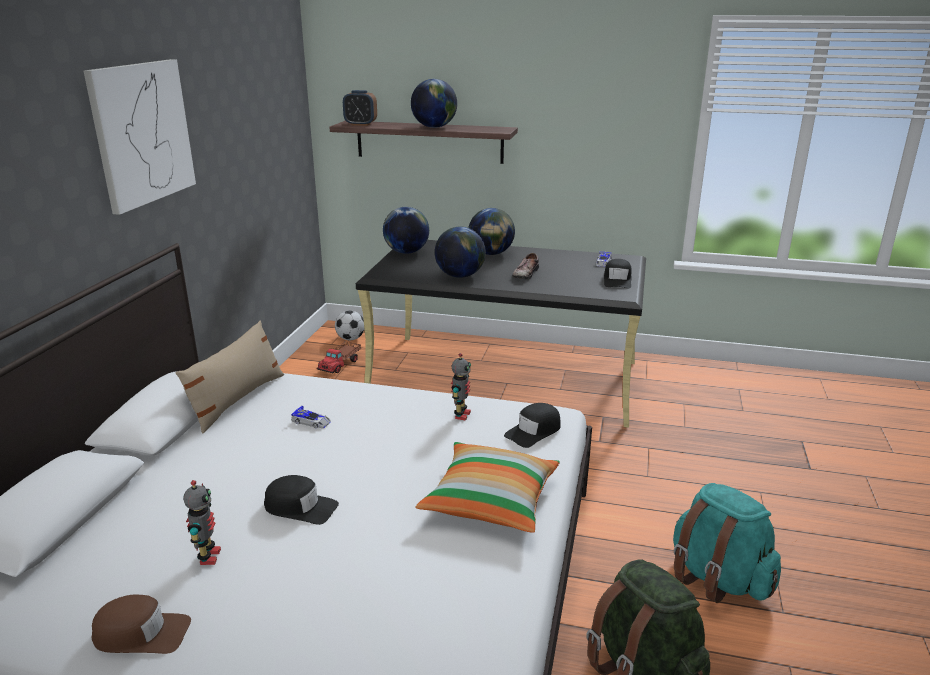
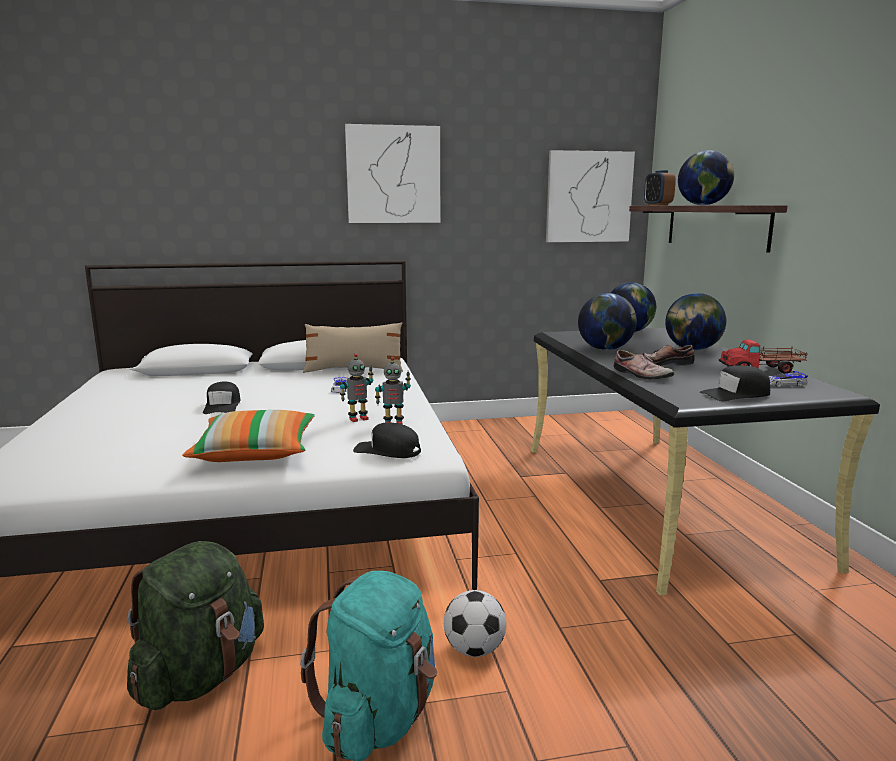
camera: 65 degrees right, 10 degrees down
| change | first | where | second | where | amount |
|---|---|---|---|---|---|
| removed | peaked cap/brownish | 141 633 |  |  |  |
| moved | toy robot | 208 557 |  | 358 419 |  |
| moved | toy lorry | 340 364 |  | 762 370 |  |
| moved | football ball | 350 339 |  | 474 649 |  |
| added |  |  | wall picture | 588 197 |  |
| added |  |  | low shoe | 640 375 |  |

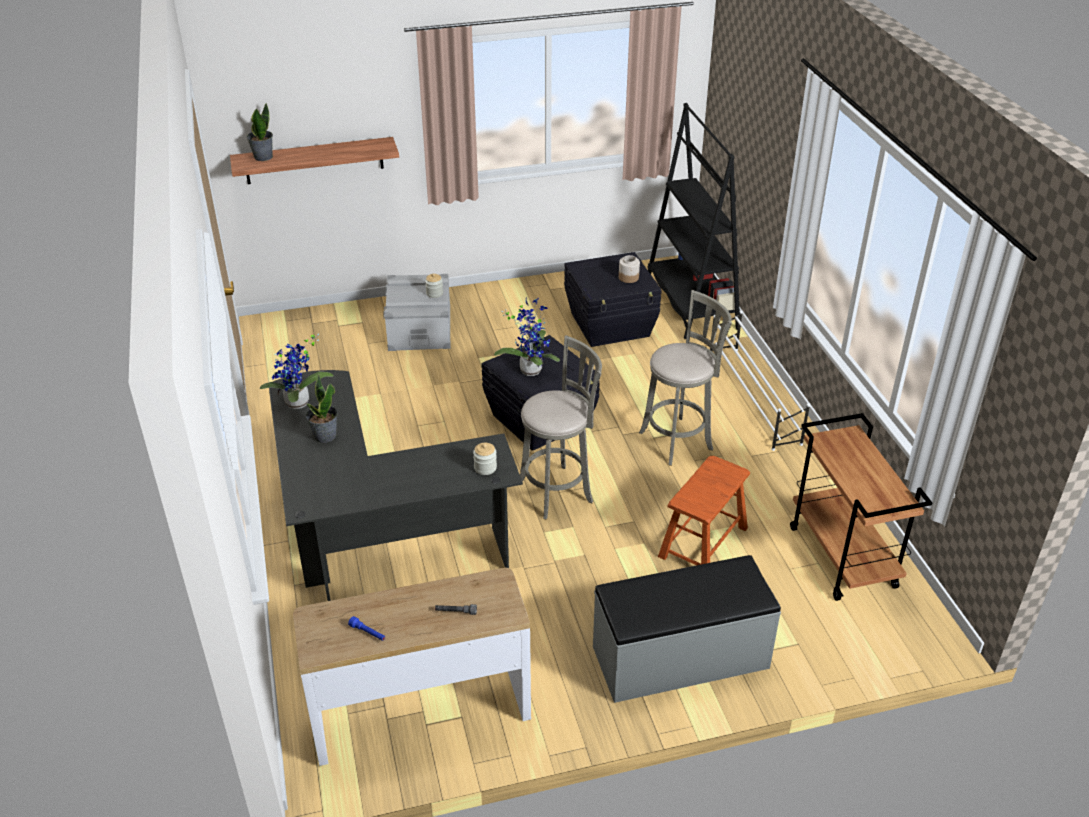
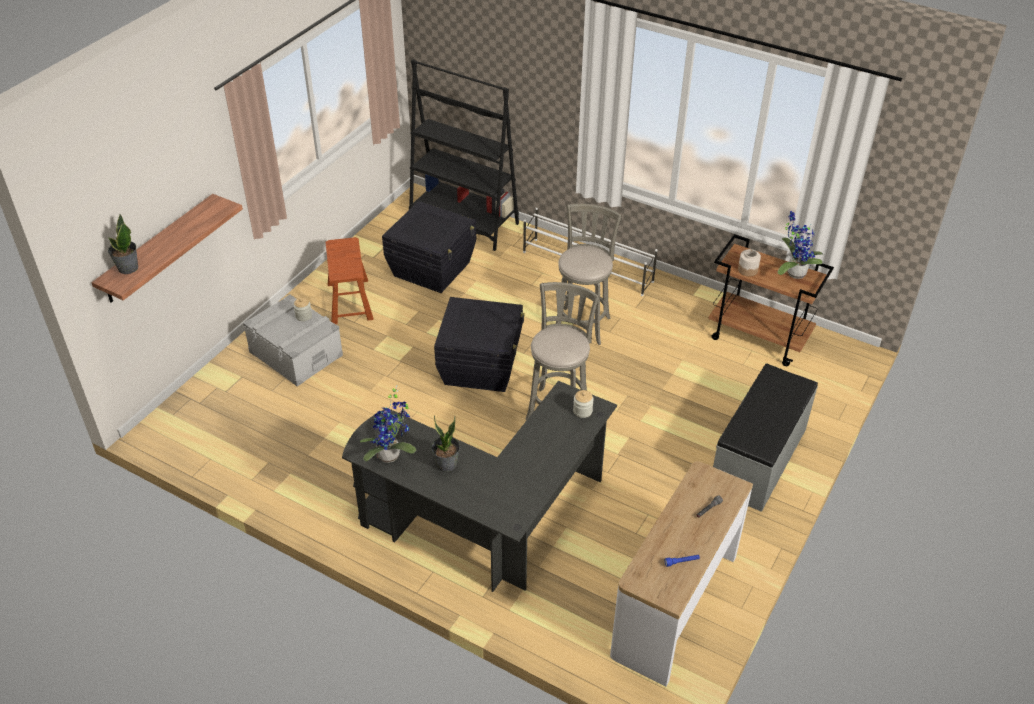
camera: 45 degrees left, 5 degrees up
| change | first | where | second | where | amount |
|---|---|---|---|---|---|
| moved | plant in a pot | 530 368 |  | 794 272 |  |
| moved | jar | 628 277 |  | 747 270 |  |
| moved | stool seat/brownish | 703 542 |  | 350 301 |  |

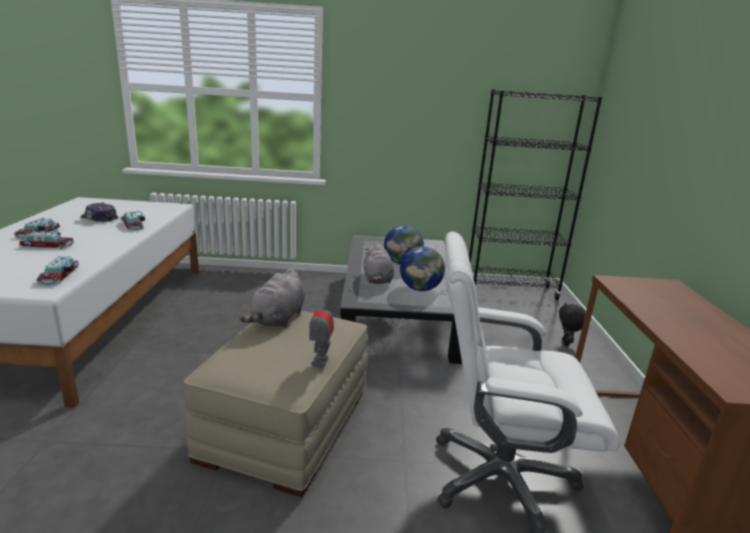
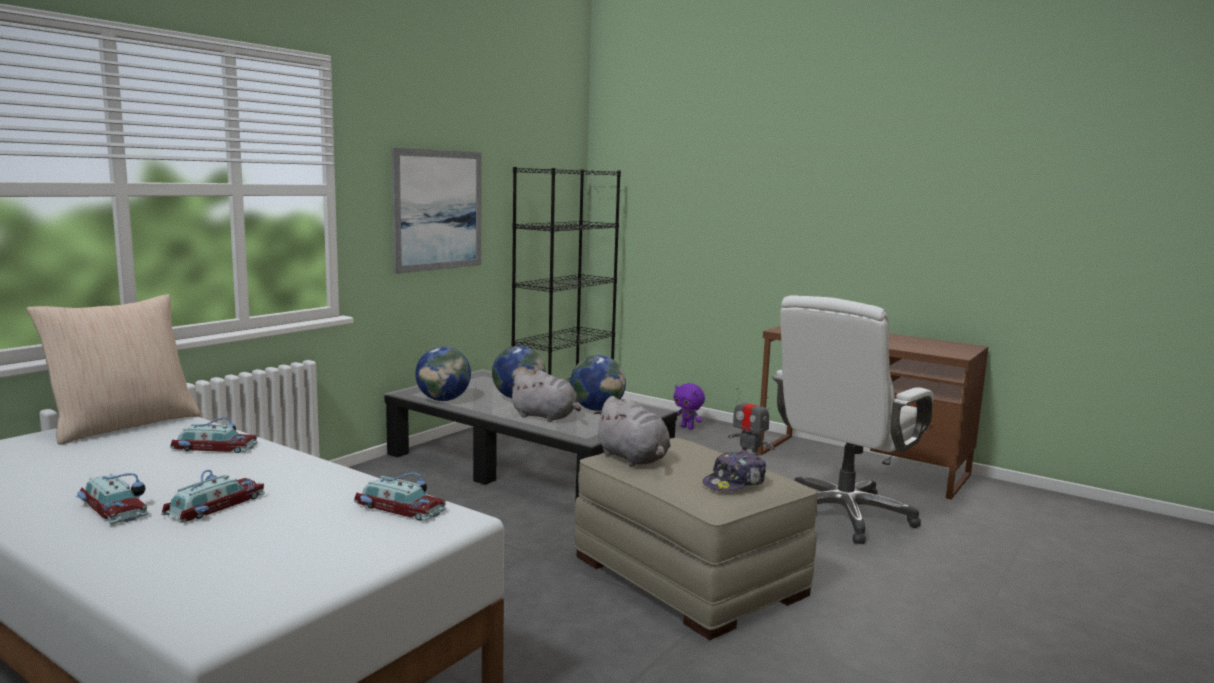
camera: 55 degrees left, 10 degrees down
| change | first | where | second | where | amount |
|---|---|---|---|---|---|
| moved | peaked cap | 99 219 |  | 735 483 |  |
| recoloured | plush toy/black-coloured | 566 343 | plush toy/purplish | 687 428 |  |
| added |  |  | pillow/sand-coloured | 123 425 |  |
| added |  |  | wall picture | 438 210 |  |
| added |  |  | desk globe | 443 400 |  |

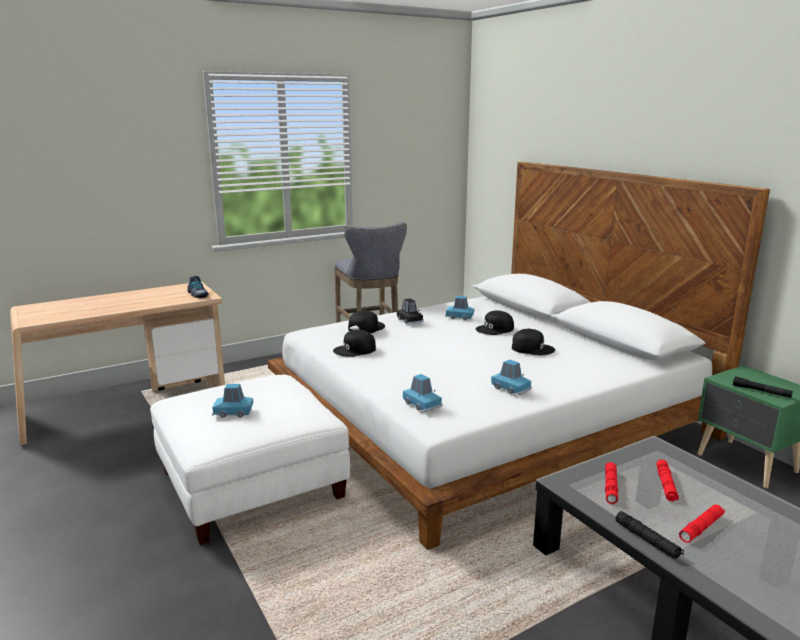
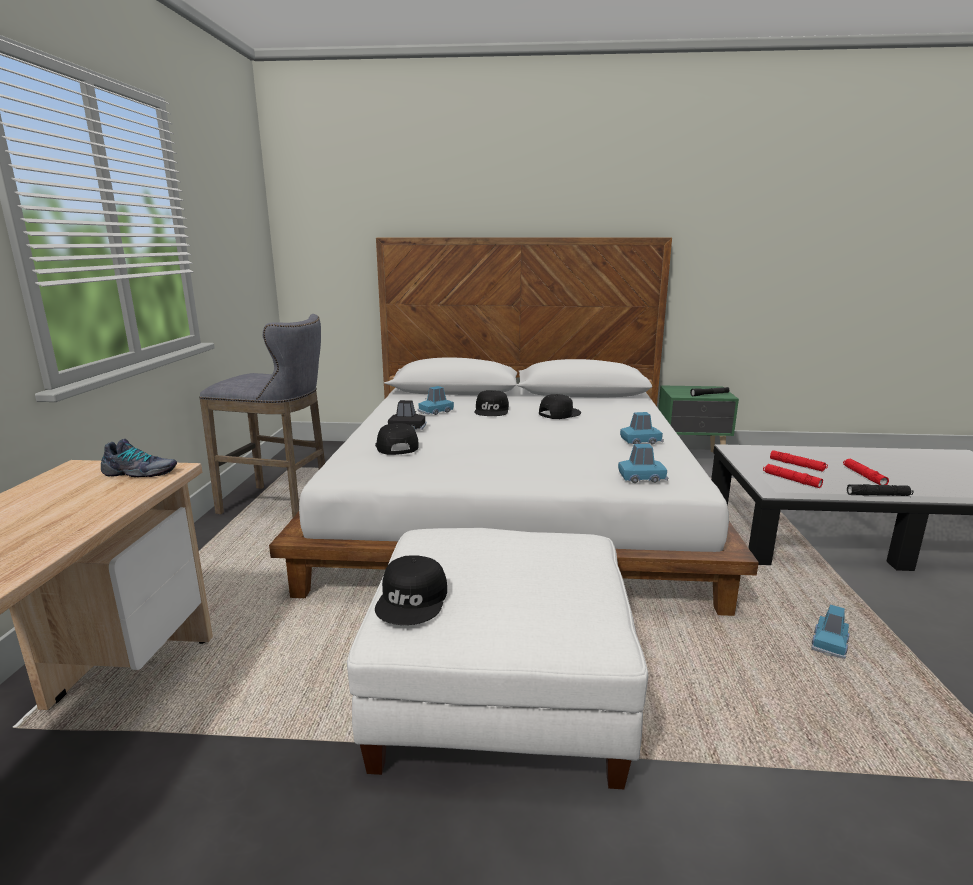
camera: 55 degrees left, 0 degrees up
| change | first | where | second | where | amount |
|---|---|---|---|---|---|
| moved | model car/blue | 233 412 |  | 829 643 |  |
| moved | peaked cap/black-coloured | 355 350 |  | 413 600 |  |

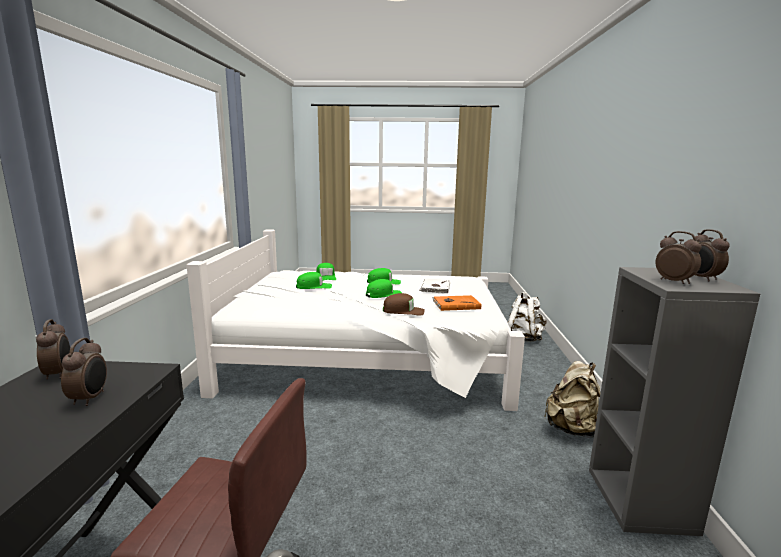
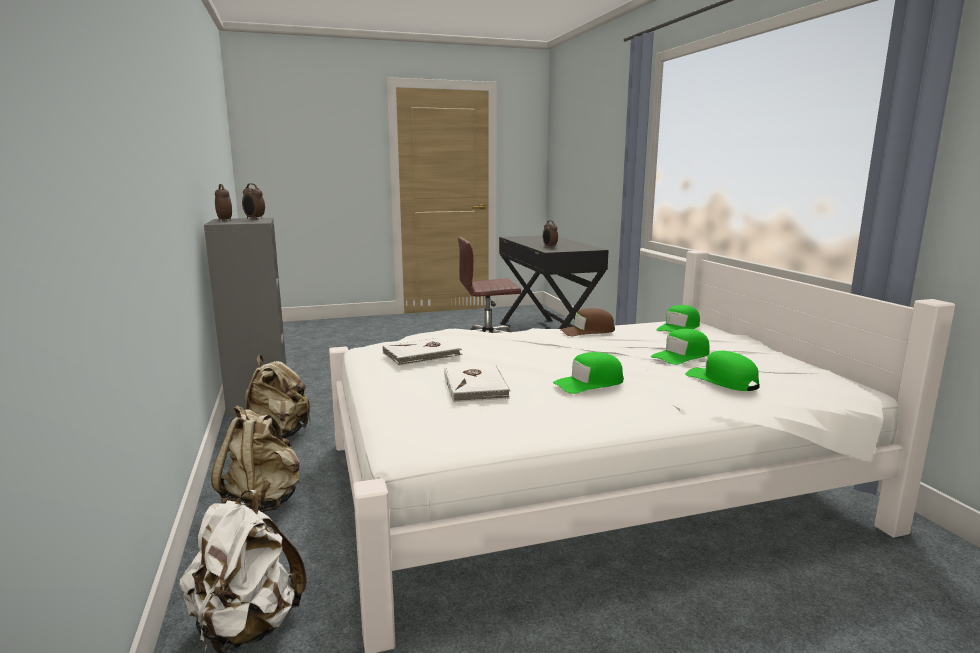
camera: 160 degrees right, 0 degrees up
| change | first | where | second | where | amount |
|---|---|---|---|---|---|
| removed | table clock | 59 374 |  |  |  |
| moved | peaked cap/greenish | 383 294 |  | 679 328 |  |
| moved | peaked cap/brownish | 403 311 |  | 587 331 |  |
| recoloured | volume/orangey | 455 305 | volume/white | 422 355 |  |
| added |  |  | knapsack/sand-coloured | 263 501 |  |

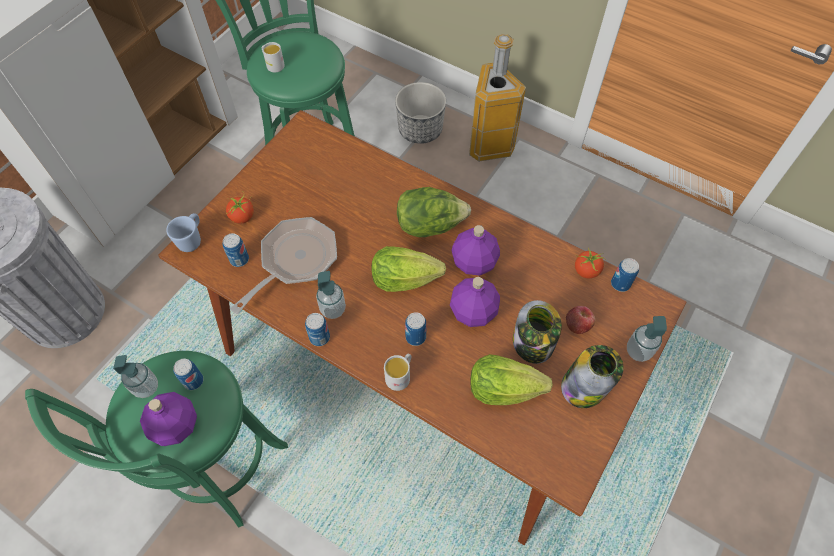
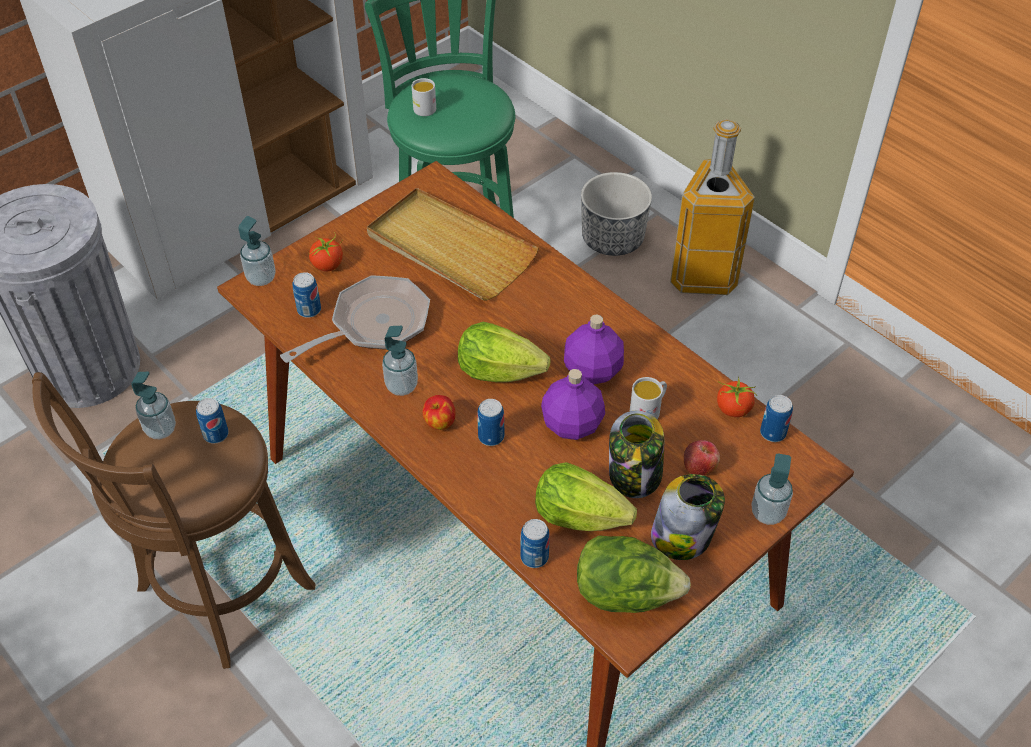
camera: 15 degrees right, 10 degrees down
| change | first | where | second | where | amount |
|---|---|---|---|---|---|
| recoloured | stool seat/greenish | 218 469 | stool seat/brownish | 219 594 |  |
| removed | bottle/purplish | 175 426 |  |  |  |
| replaced | tea mug/blue | 192 239 | soap dispenser | 261 278 |  |
| moved | can | 319 337 |  | 534 557 |  |
| moved | tea mug/white | 400 375 |  | 648 410 |  |
| moved | lettuce head | 430 225 |  | 626 594 |  |
| added |  |  | carrying tray/sand-coloured | 450 248 |  |
| added |  |  | apple fruit | 439 423 |  |

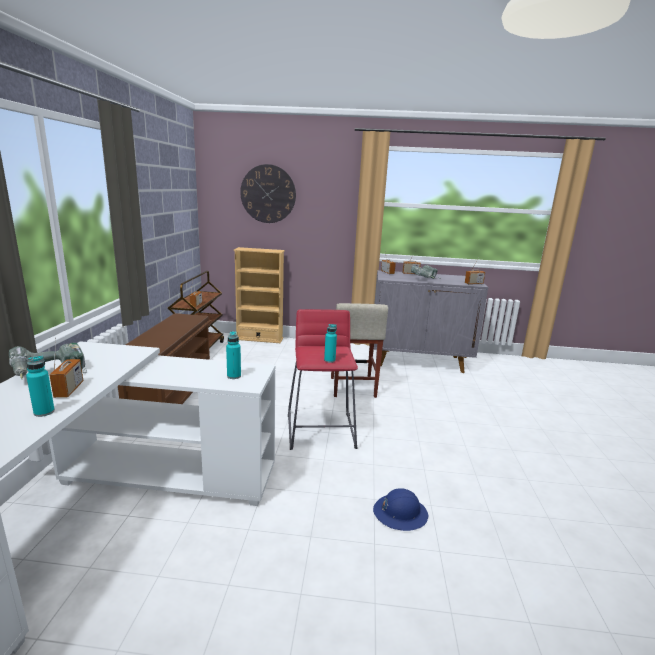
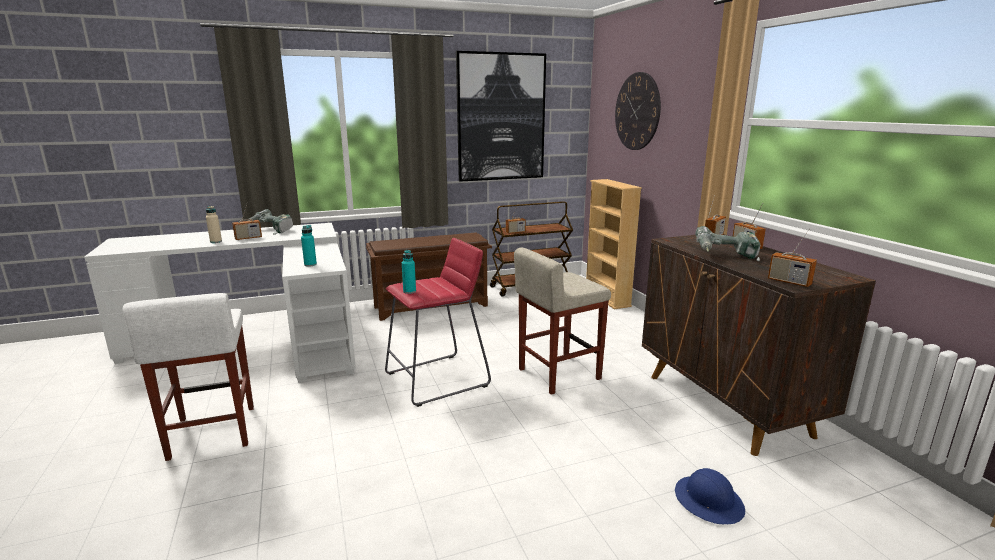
camera: 65 degrees right, 0 degrees up
| change | first | where | second | where | amount |
|---|---|---|---|---|---|
| recoloured | bottle/blue-green | 44 412 | bottle/sand-coloured | 216 242 |  |
| moved | safety helmet/blue | 400 513 |  | 708 501 |  |
| recoloured | cabinet/grey | 419 361 | cabinet/brownish | 727 405 |  |
| added |  |  | stool seat/white | 212 433 |  |
| added |  |  | wall picture | 501 117 |  |

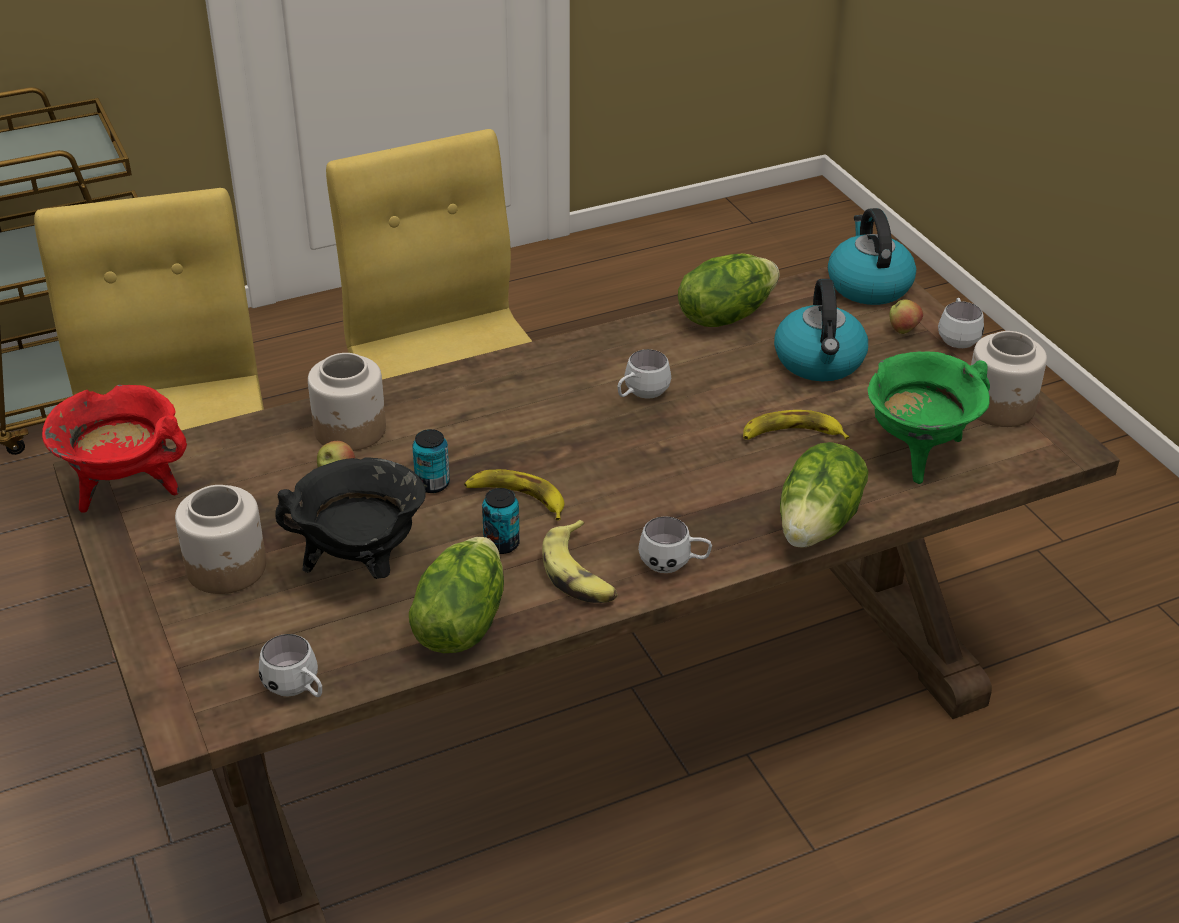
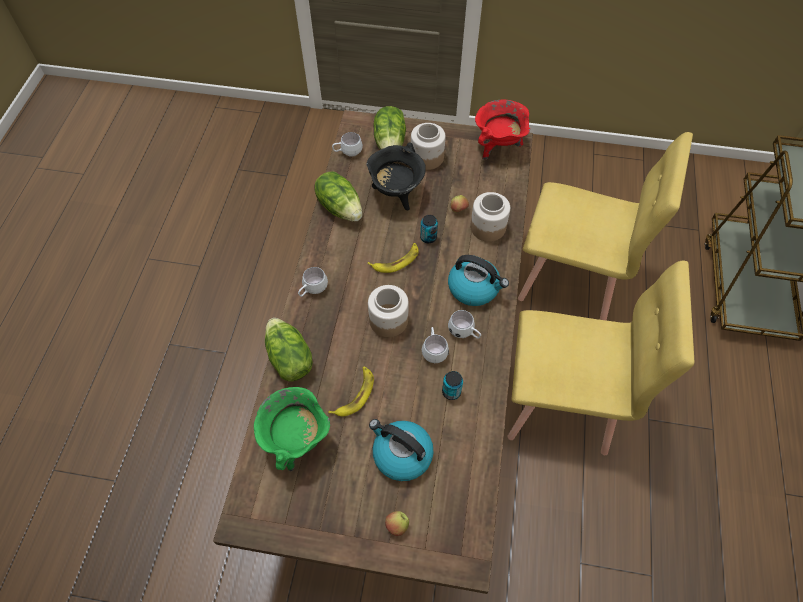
camera: 125 degrees right, 20 degrees up
| change | first | where | second | where | amount |
|---|---|---|---|---|---|
| moved | can | 501 544 |  | 451 392 |  |
| removed | banana | 580 574 |  |  |  |
| moved | lettuce head | 725 315 |  | 390 142 |  |
| moved | kettle | 868 285 |  | 474 288 |  |
| moved | tea mug/white | 957 337 |  | 464 332 |  |
| moved | jar | 1000 407 |  | 388 320 |  |

